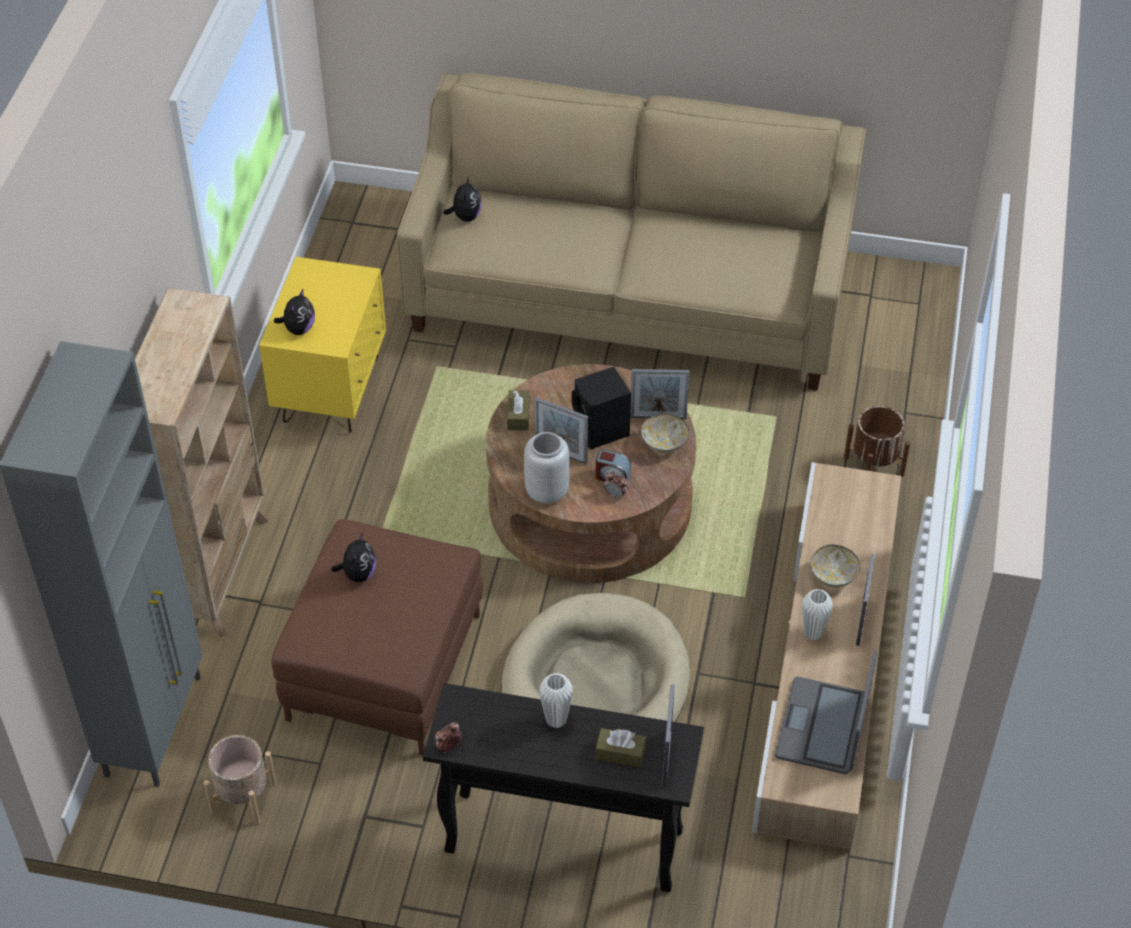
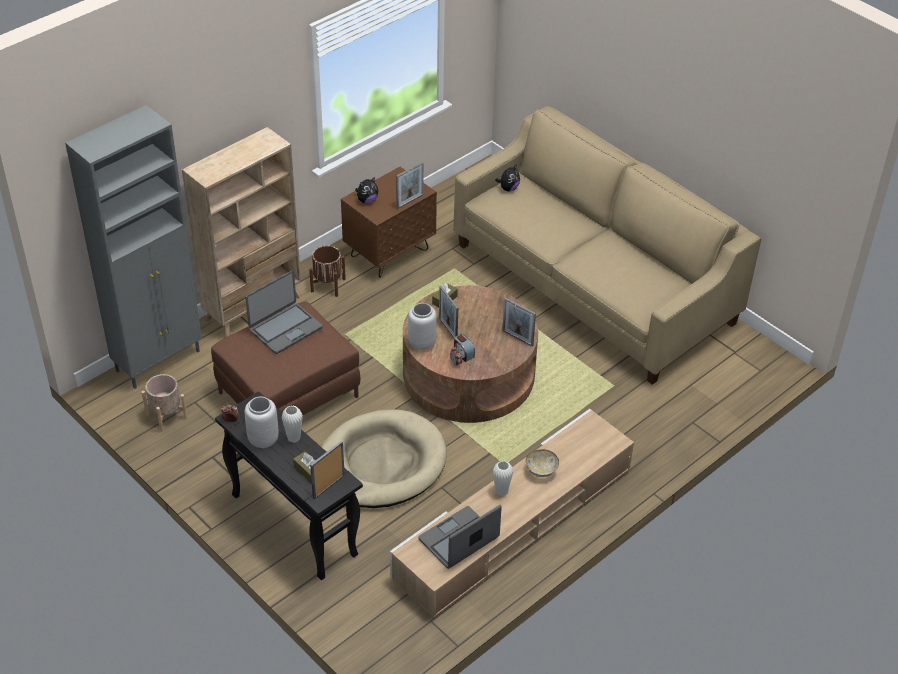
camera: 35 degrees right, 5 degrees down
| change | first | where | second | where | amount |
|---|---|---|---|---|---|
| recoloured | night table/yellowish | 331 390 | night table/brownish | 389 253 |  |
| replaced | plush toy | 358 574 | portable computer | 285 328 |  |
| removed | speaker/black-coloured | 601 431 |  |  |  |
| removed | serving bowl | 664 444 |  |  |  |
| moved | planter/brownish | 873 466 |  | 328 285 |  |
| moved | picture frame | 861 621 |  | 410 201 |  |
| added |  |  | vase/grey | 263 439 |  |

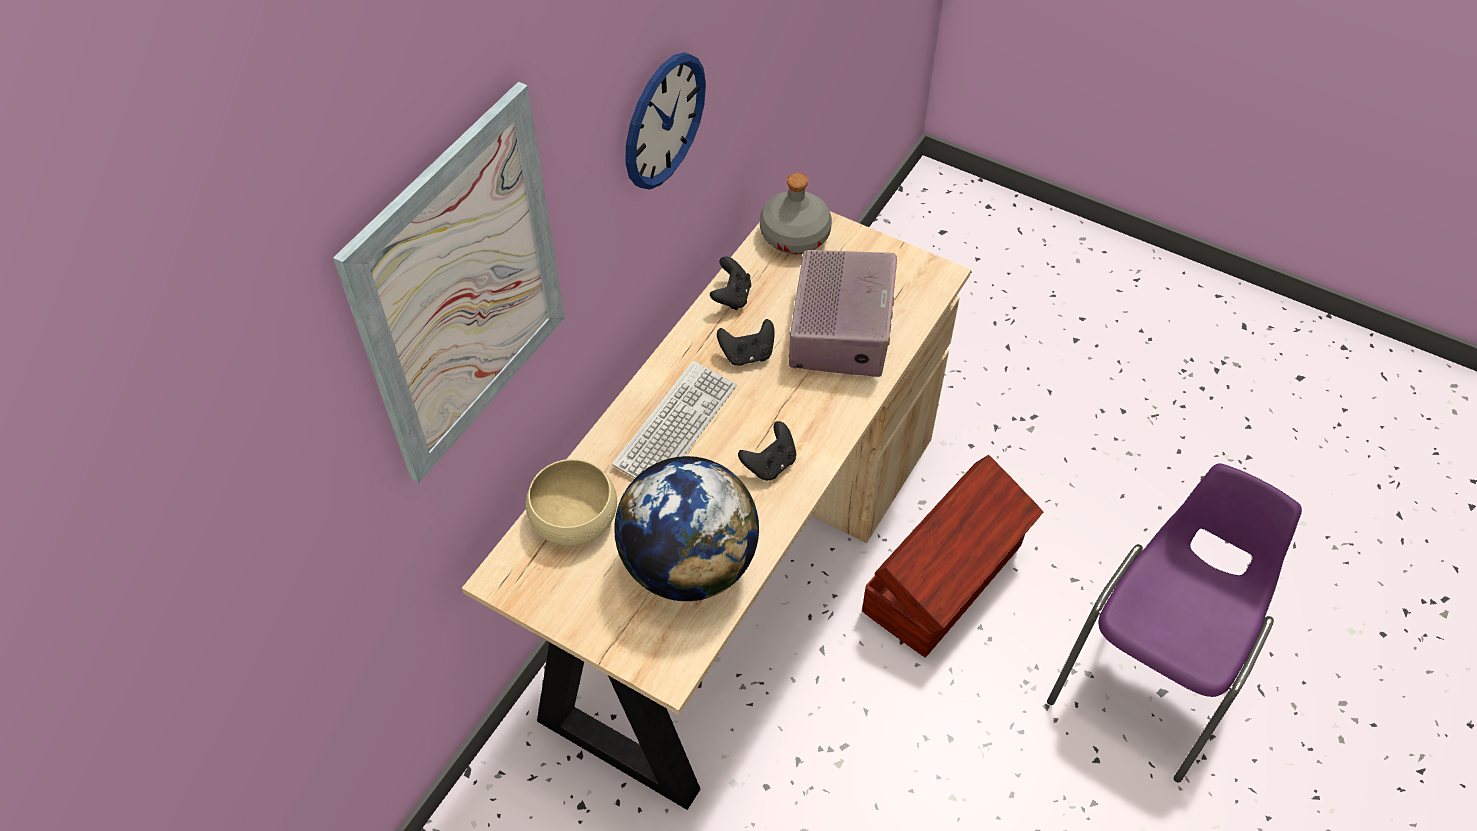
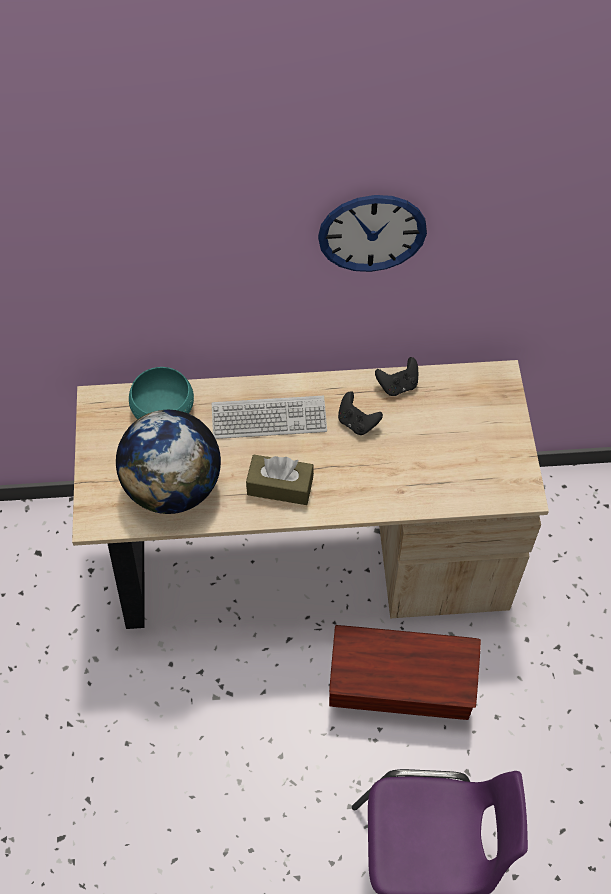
camera: 55 degrees right, 5 degrees up
| change | first | where | second | where | amount |
|---|---|---|---|---|---|
| removed | wall picture | 461 290 |  |  |  |
| recoloured | serving bowl/sand-coloured | 573 517 | serving bowl/blue-green | 163 408 |  |
| replaced | game controller/black-coloured | 770 464 | tissue box/brownish | 280 486 |  |
| removed | bottle/grey | 795 236 |  |  |  |
| removed | radio | 841 330 |  |  |  |

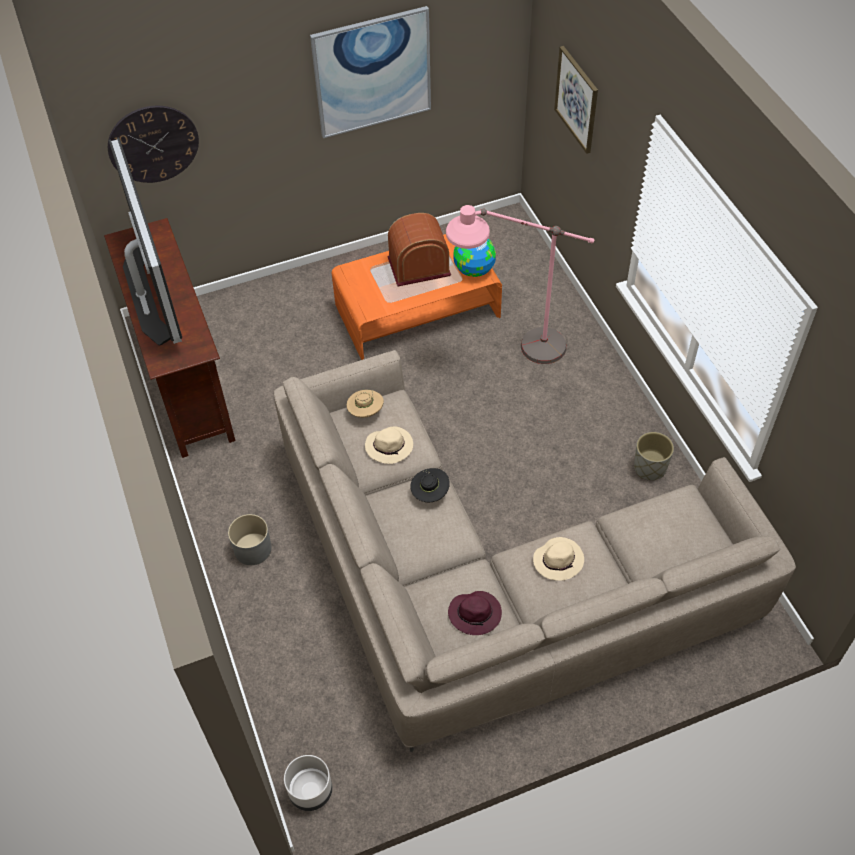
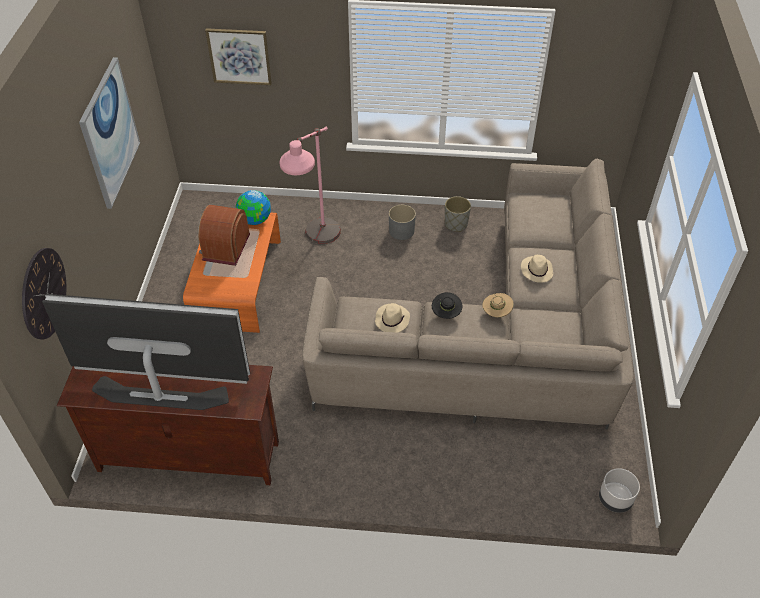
camera: 65 degrees left, 5 degrees down
| change | first | where | second | where | amount |
|---|---|---|---|---|---|
| moved | planter/grey | 253 549 |  | 401 231 |  |
| moved | clothing hat/sand-coloured | 366 412 |  | 496 312 |  |
| removed | clothing hat/purplish | 475 614 |  |  |  |

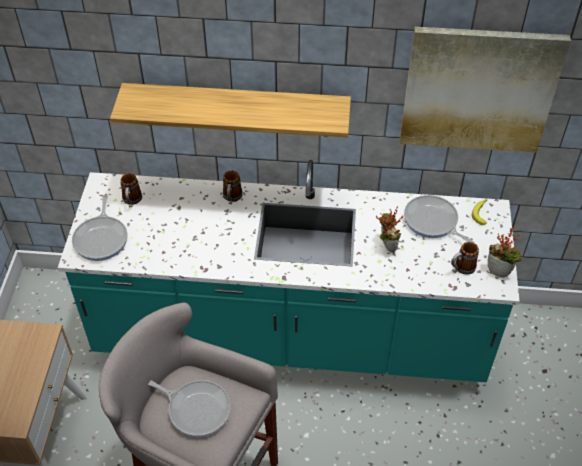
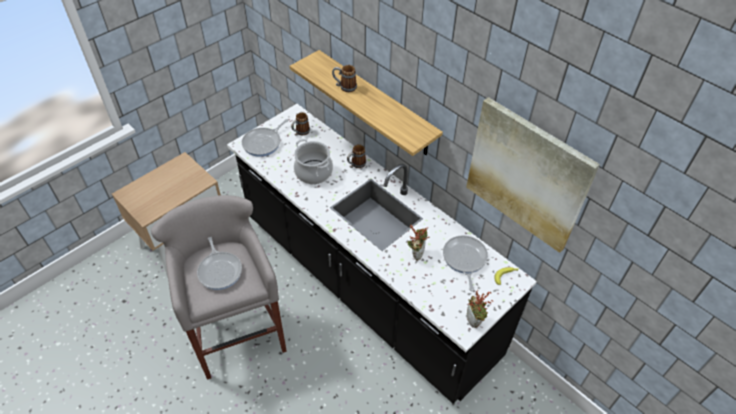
camera: 40 degrees right, 0 degrees up
| change | first | where | second | where | amount |
|---|---|---|---|---|---|
| recoloured | kitchen counter/blue-green | 291 336 | kitchen counter/black-coloured | 366 286 |  |
| moved | tea mug | 461 269 |  | 344 87 |  |
| added |  |  | stockpot | 313 172 |  |

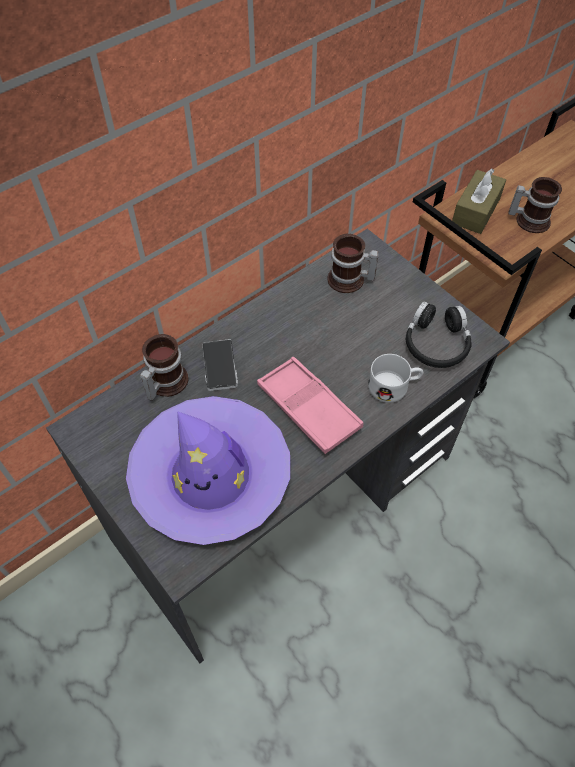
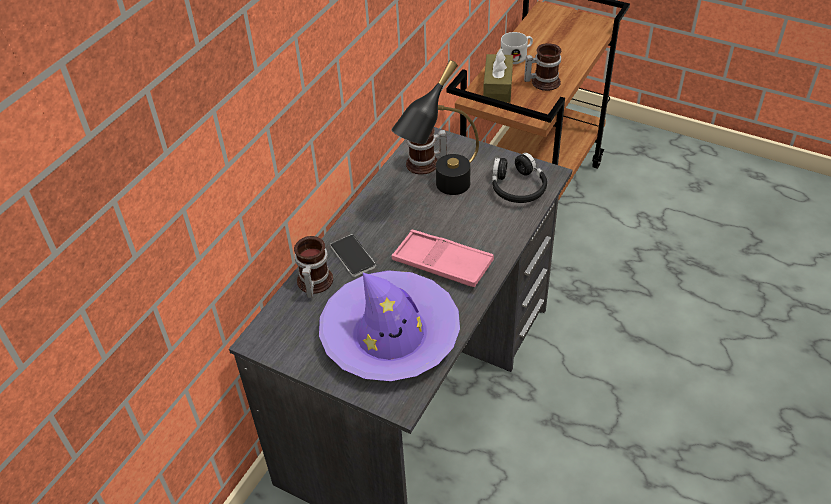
camera: 20 degrees left, 10 degrees down
| change | first | where | second | where | amount |
|---|---|---|---|---|---|
| moved | tea mug/white | 394 386 |  | 517 56 |  |
| added |  |  | lamp for a table/black-coloured | 441 192 |  |

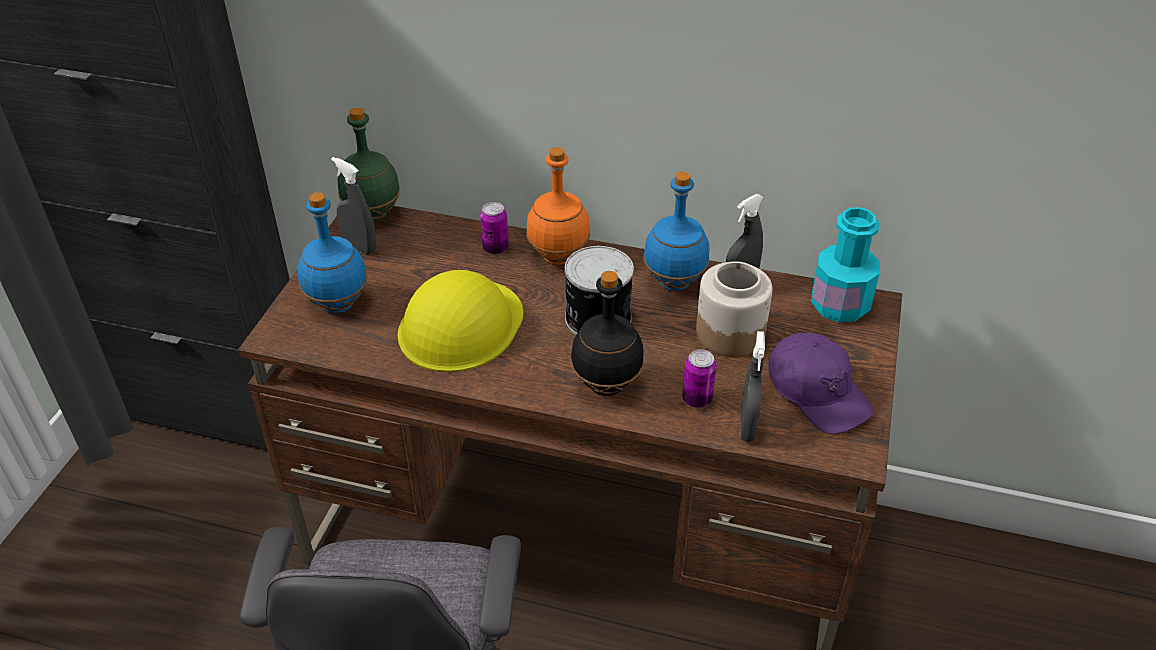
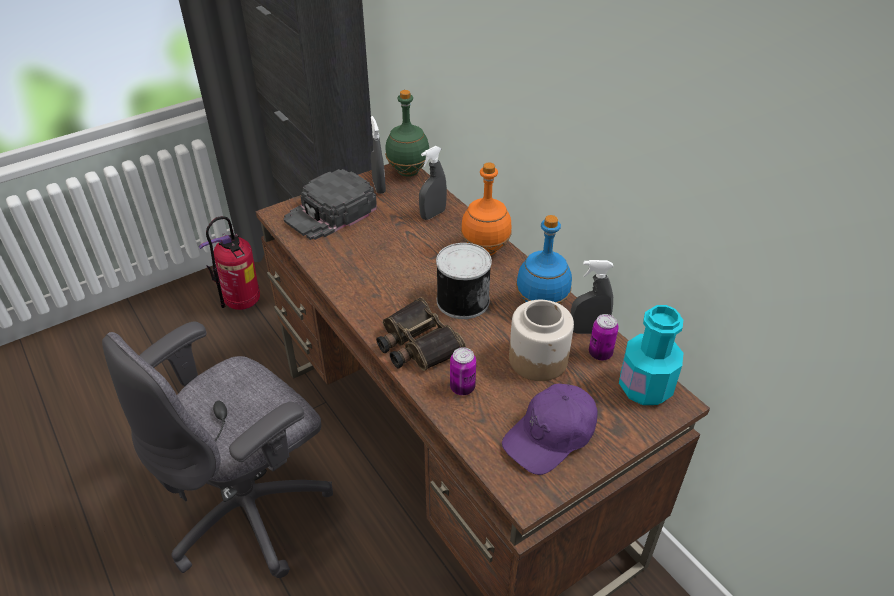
camera: 40 degrees right, 0 degrees up
| change | first | where | second | where | amount |
|---|---|---|---|---|---|
| replaced | bottle/blue | 339 303 | peaked cap/black-coloured | 331 212 |  |
| removed | safety helmet/yellowish | 460 325 |  |  |  |
| moved | can | 495 248 |  | 600 353 |  |
| replaced | bottle/black-coloured | 605 385 | field glasses | 416 344 |  |
| moved | sprayer/grey | 747 427 |  | 433 214 |  |
| turned | peaked cap/purplish | 817 392 |  | 551 436 | 45 degrees clockwise |
| added |  |  | extinguisher | 242 304 |  |

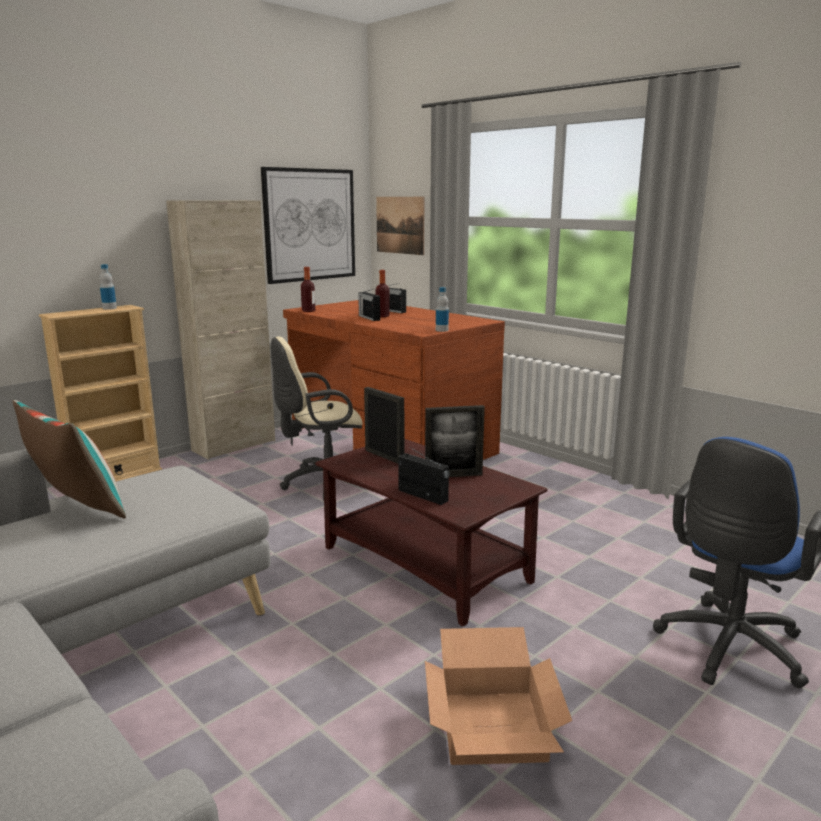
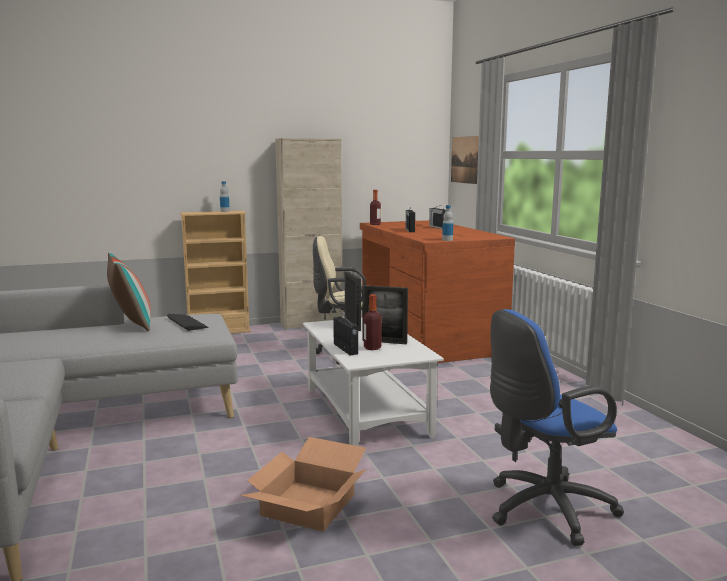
camera: 25 degrees right, 5 degrees down
| change | first | where | second | where | amount |
|---|---|---|---|---|---|
| removed | wall picture | 310 225 |  |  |  |
| recoloured | coffee table/brownish | 423 564 | coffee table/white | 365 411 |  |
| moved | bottle | 382 316 |  | 372 348 |  |
| added |  |  | computer keyboard | 187 323 |  |

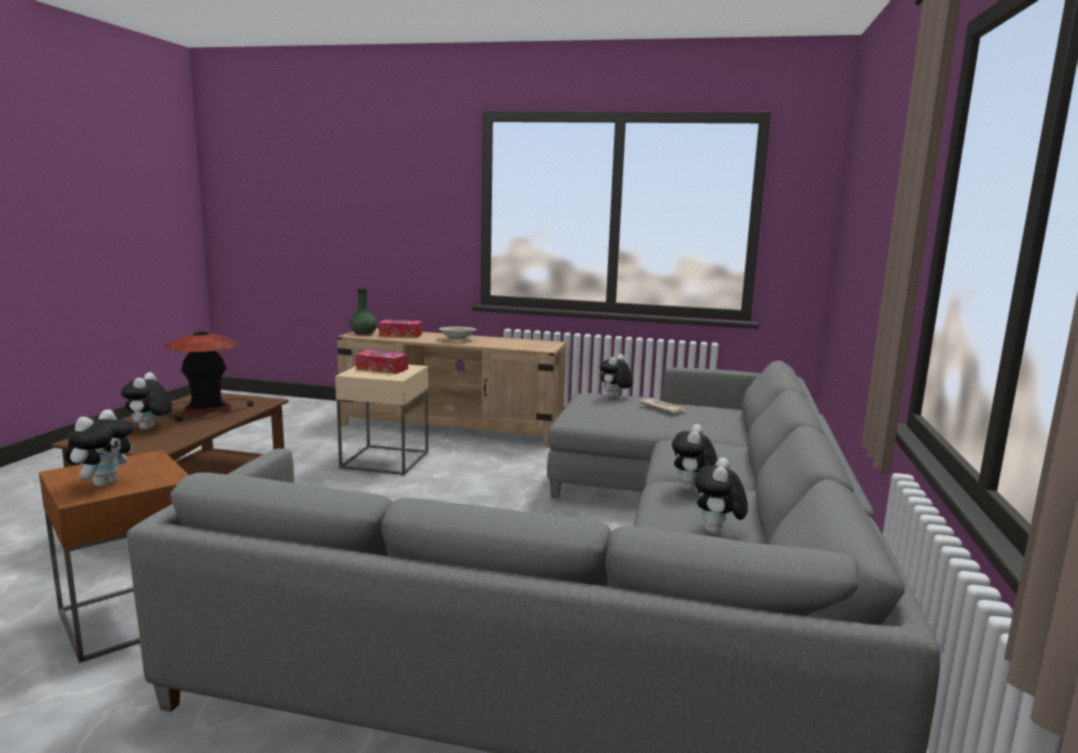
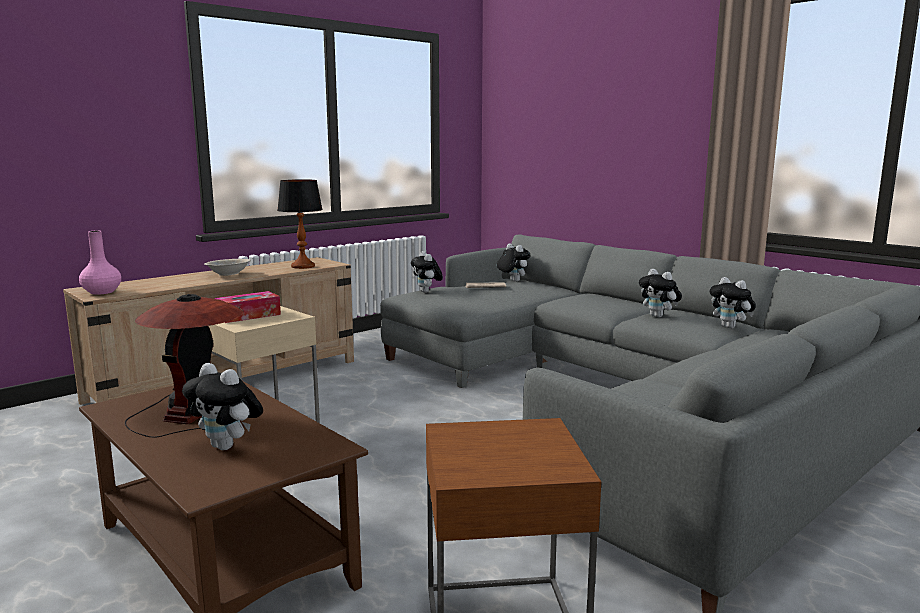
camera: 55 degrees left, 0 degrees up
| change | first | where | second | where | amount |
|---|---|---|---|---|---|
| moved | plush toy | 104 483 |  | 512 281 |  |
| recoloured | vase/greenish | 363 333 | vase/pink-coloured | 101 292 |  |
| removed | tissue box | 401 335 |  |  |  |
| added |  |  | lamp for a table | 302 266 |  |

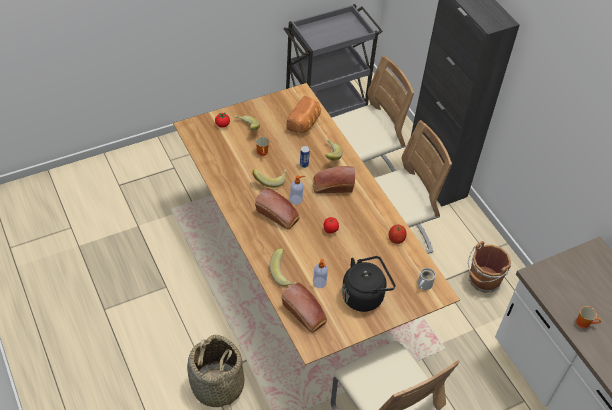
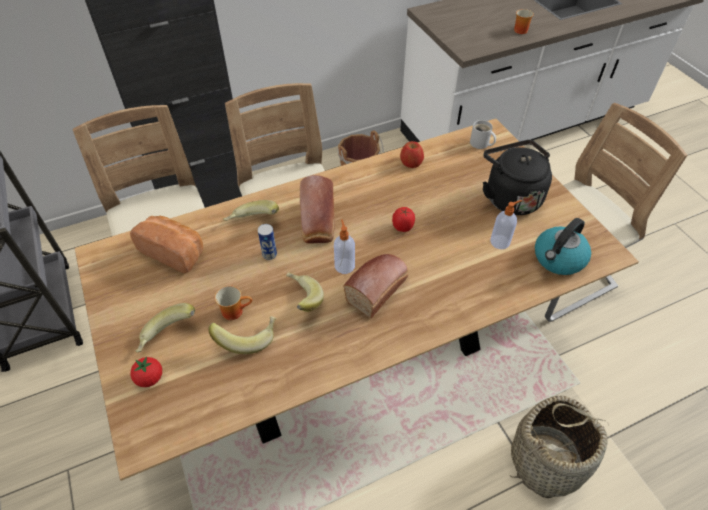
camera: 85 degrees left, 0 degrees up
| change | first | where | second | where | amount |
|---|---|---|---|---|---|
| moved | banana | 284 274 |  | 247 337 |  |
| replaced | bakery bread | 305 314 | kettle | 558 259 |  |

